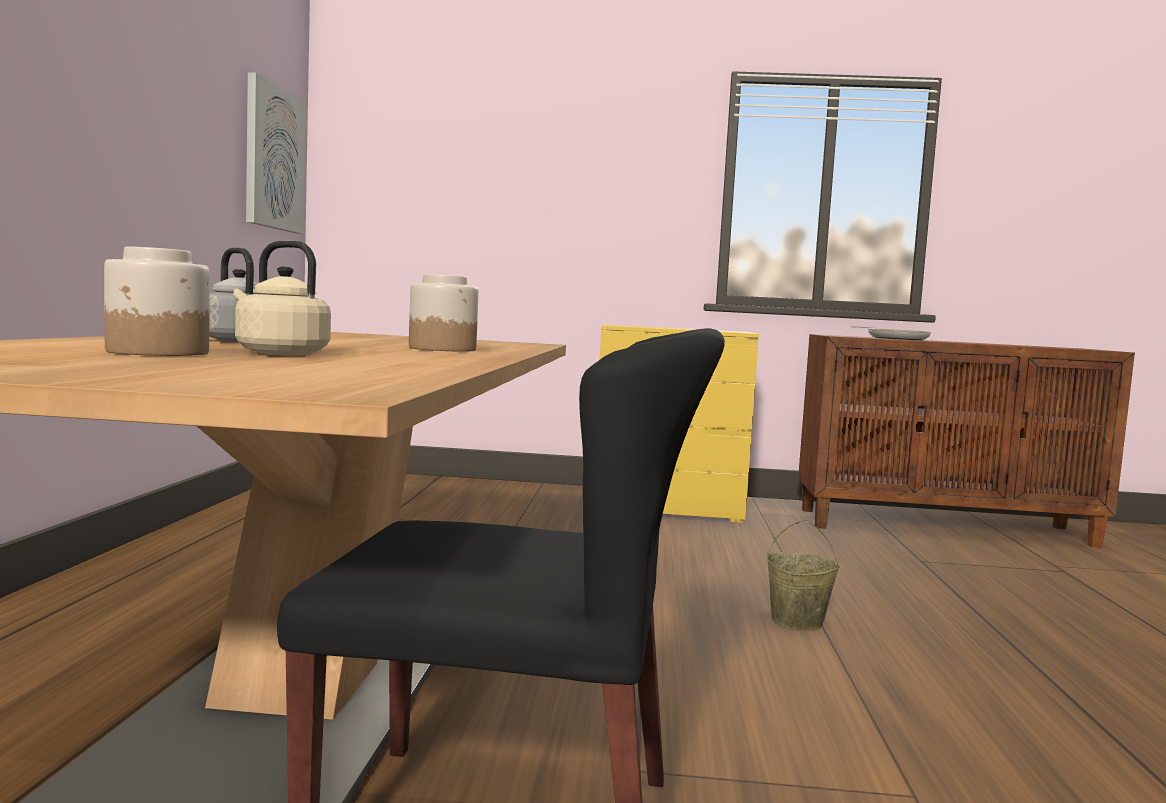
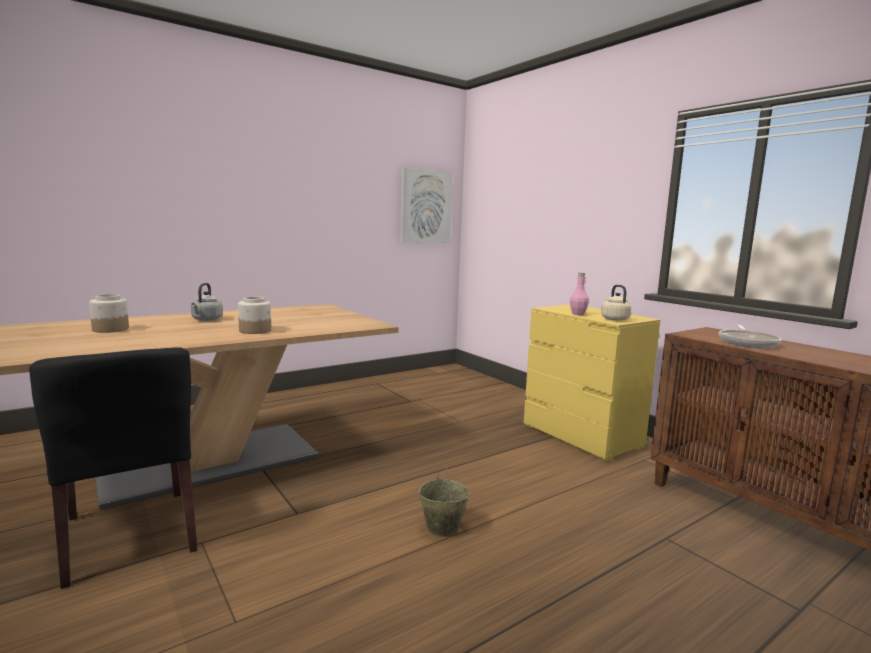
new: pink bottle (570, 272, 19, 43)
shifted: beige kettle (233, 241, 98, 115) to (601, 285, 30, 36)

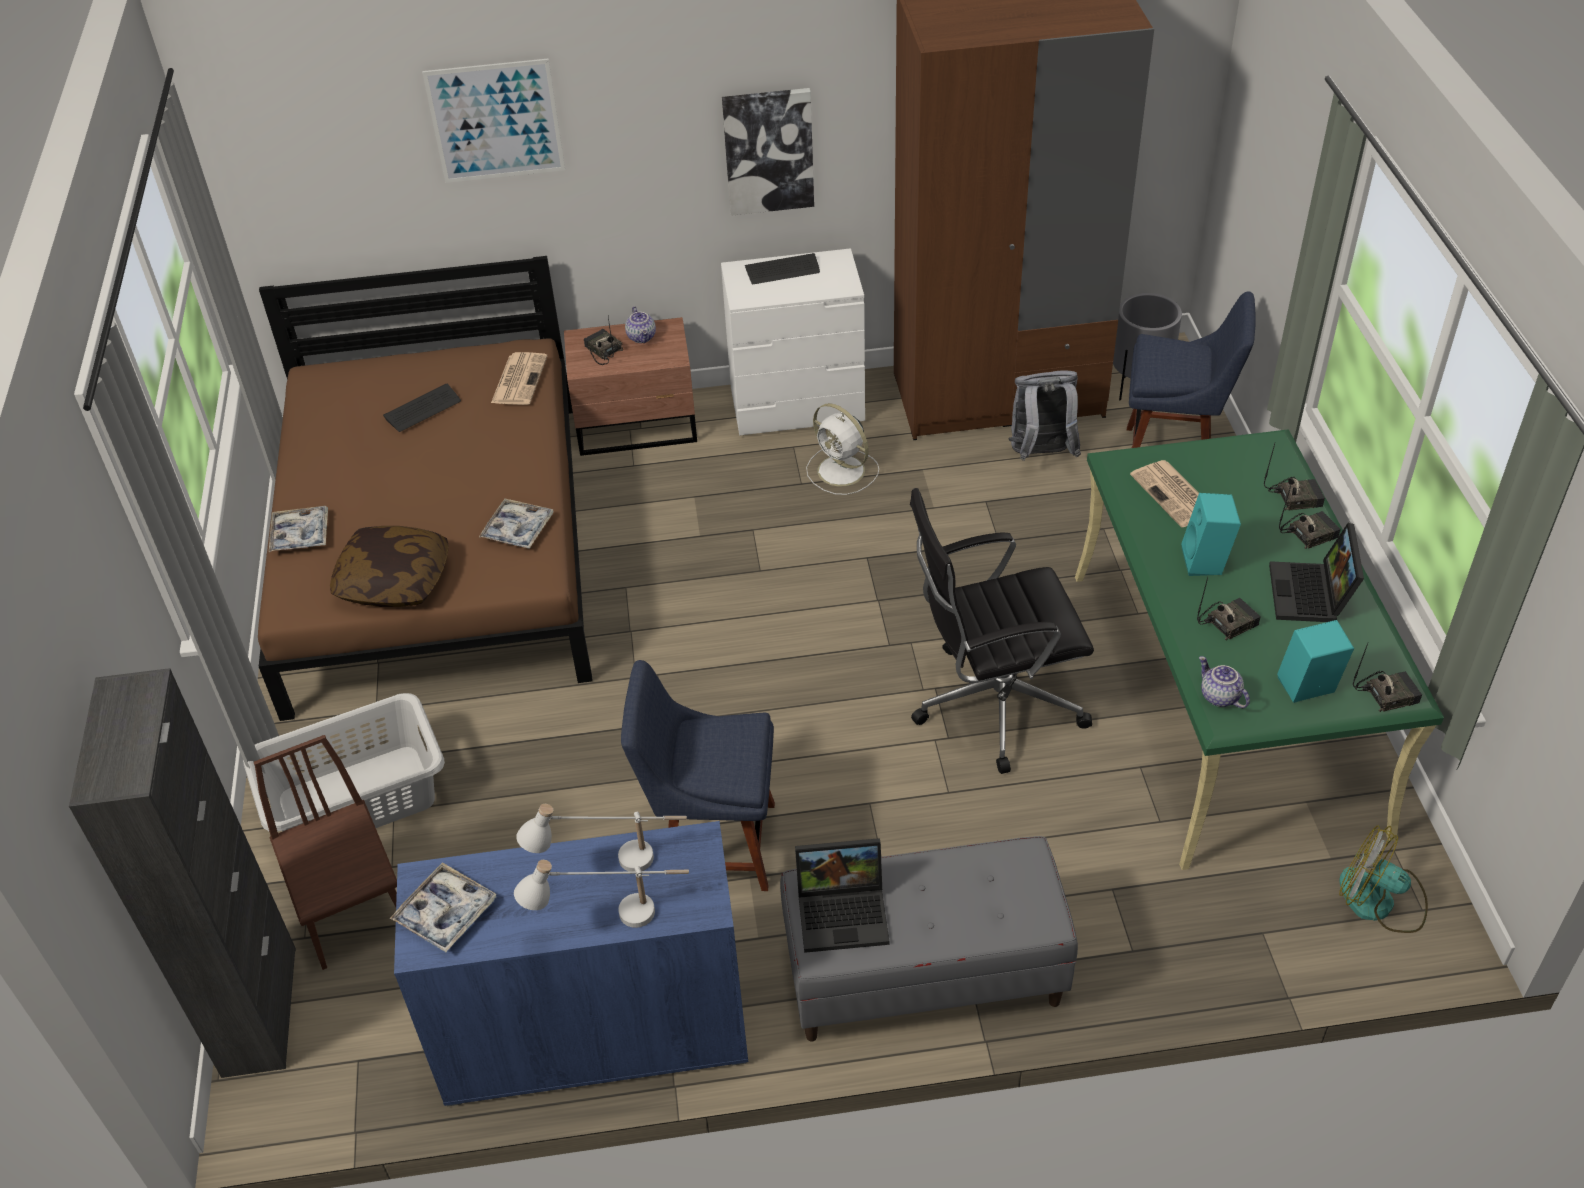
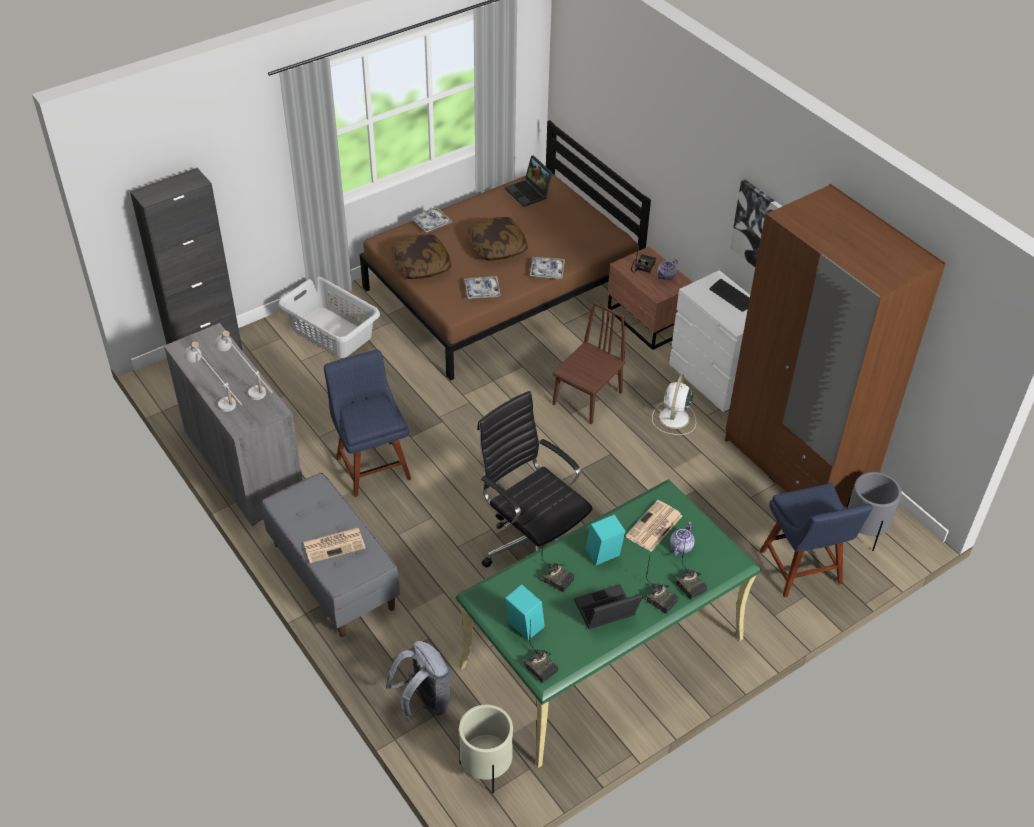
gone: keyboard (383, 384, 78, 48); picture (422, 58, 143, 125)
new: pillow (468, 217, 60, 44)
shifted: newspaper (491, 352, 56, 53) to (303, 528, 62, 35); grey backpack (1008, 371, 73, 90) to (386, 641, 65, 81); laptop (795, 838, 94, 115) to (505, 155, 48, 52); tray (390, 862, 106, 90) to (530, 257, 35, 22); brown chair (254, 735, 143, 235) to (552, 302, 74, 122); teapot (1199, 656, 51, 52) to (670, 522, 25, 34)
swapped: fan (1339, 825, 89, 108) to beige planter (459, 704, 54, 89)
repainted: blue cabinet (394, 821, 354, 285) to grey cabinet (164, 323, 139, 203)

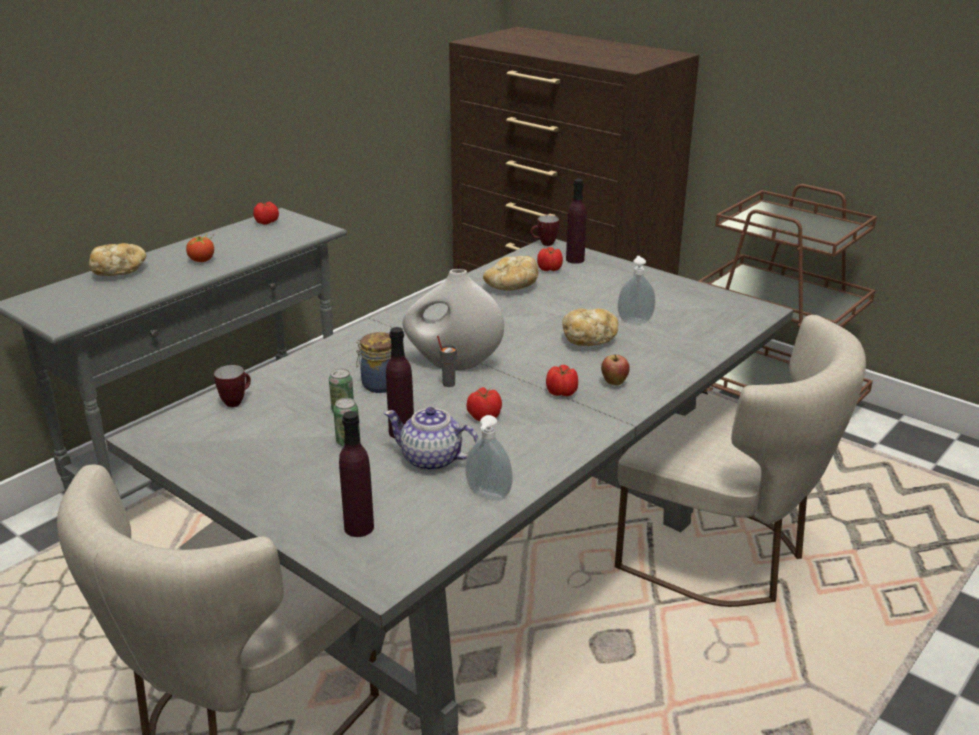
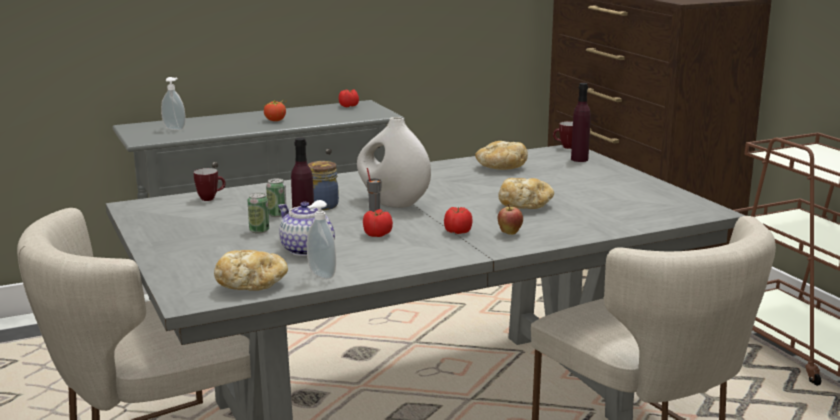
gone: purple bottle (339, 411, 35, 126); tomato (537, 247, 26, 24)
shifted: soap dispenser (618, 256, 37, 68) to (161, 77, 25, 53); bread (89, 243, 57, 33) to (214, 250, 74, 41)

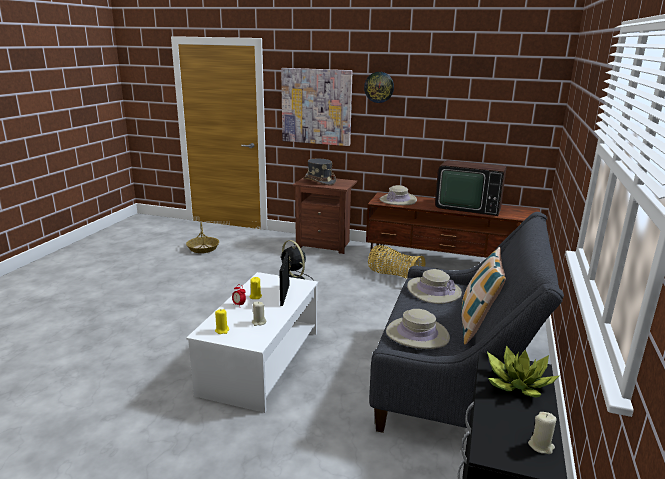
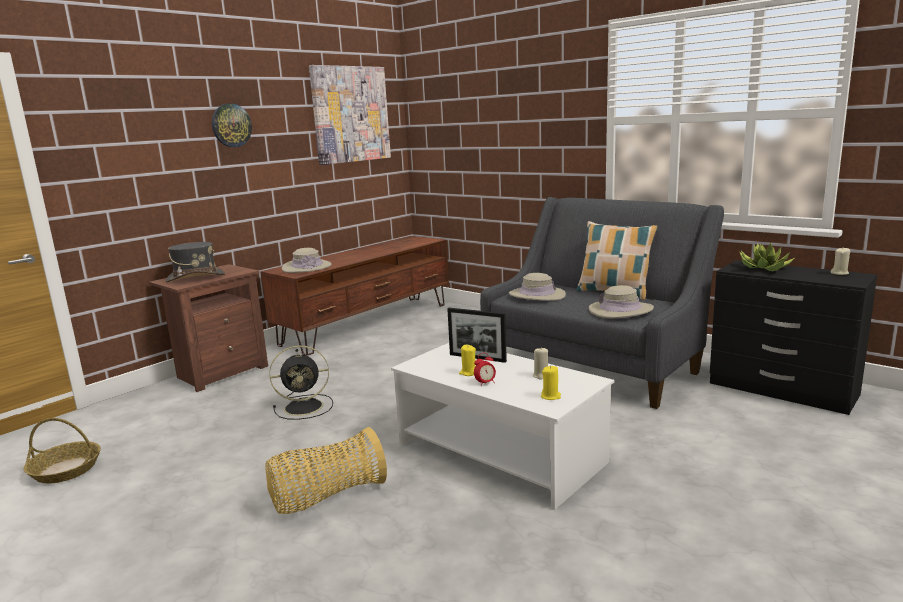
gone: television (435, 160, 72, 56)
shifted: basket (368, 245, 57, 34) to (265, 427, 122, 87); picture (281, 68, 71, 78) to (309, 65, 82, 100)

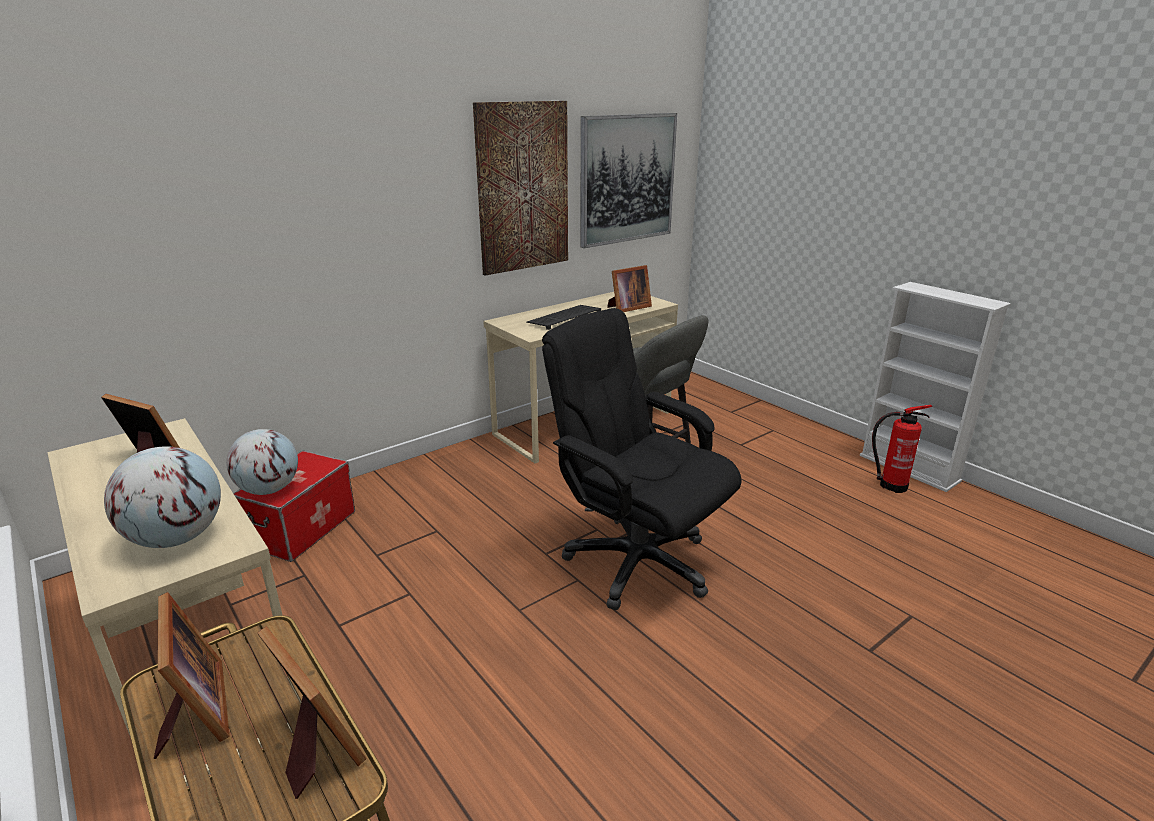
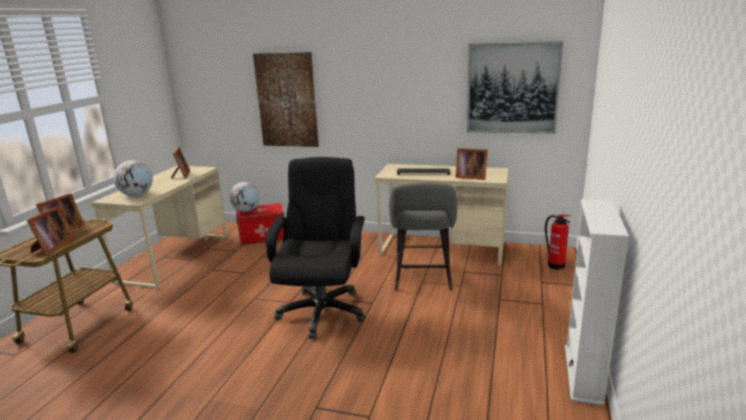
shifted: picture (473, 101, 95, 175) to (253, 52, 66, 95); fire extinguisher (872, 405, 60, 88) to (545, 215, 26, 55)

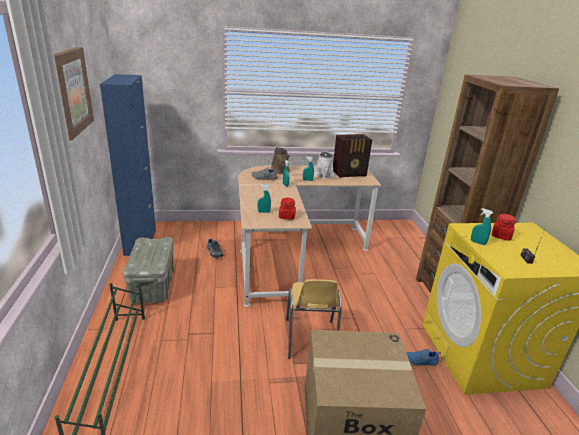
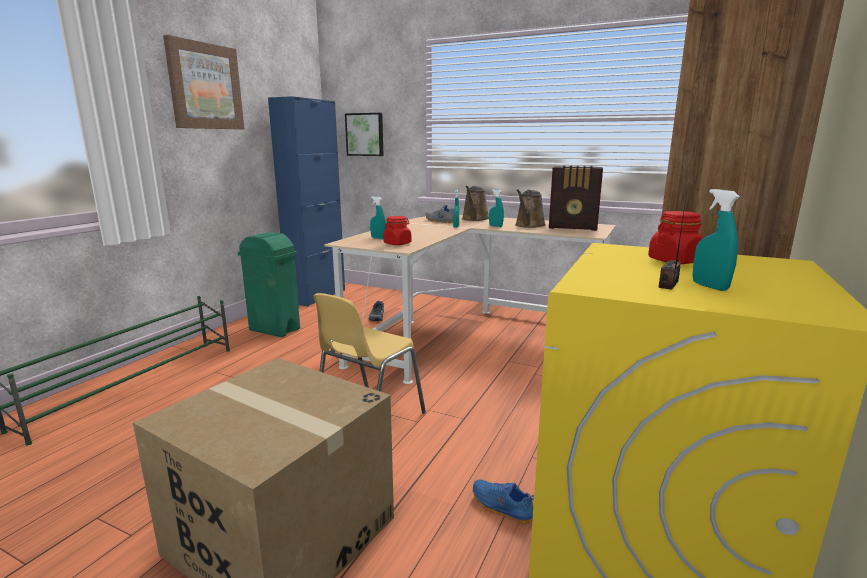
new: picture (345, 113, 39, 43)
shifted: turquoise spray bottle (471, 208, 22, 37) to (693, 189, 47, 102)
swapped: grey storage box (123, 237, 51, 68) to green trash can (238, 232, 62, 105)
repainted: white watering can (314, 151, 20, 28) to brown watering can (515, 189, 31, 39)

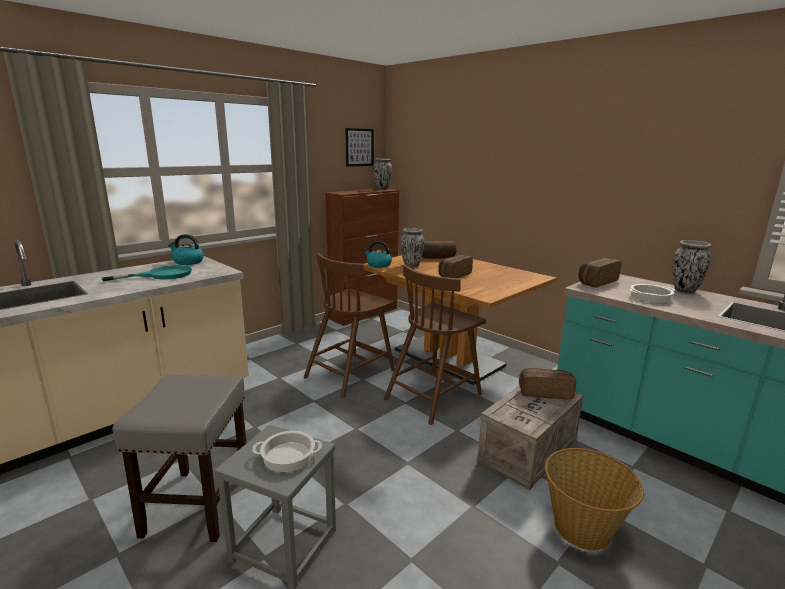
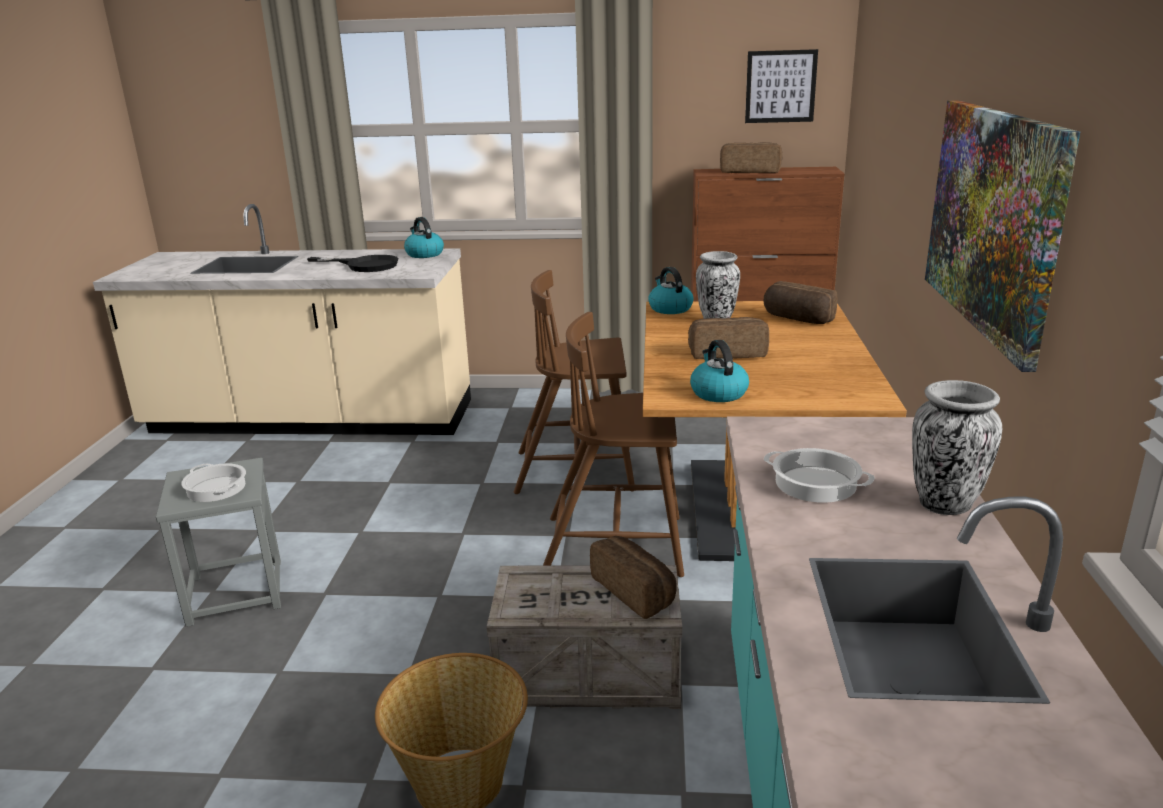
gone: grey stool (113, 374, 134, 168); vase (373, 158, 19, 32)
new: kettle (690, 340, 59, 62); picture (925, 100, 155, 272)
shifted: bread (579, 258, 43, 29) to (720, 142, 63, 31)
repainted: turquoise frying pan (101, 265, 91, 16) to black frying pan (307, 255, 91, 17)

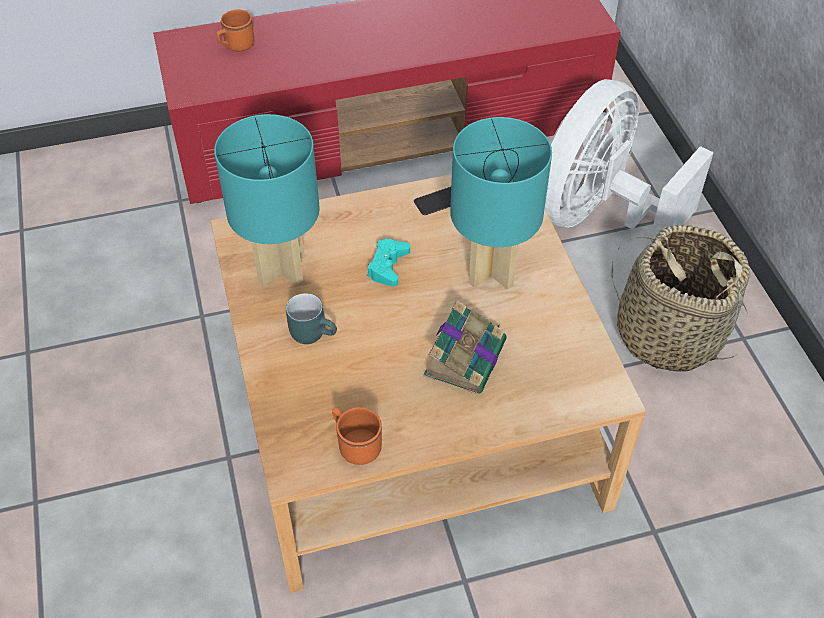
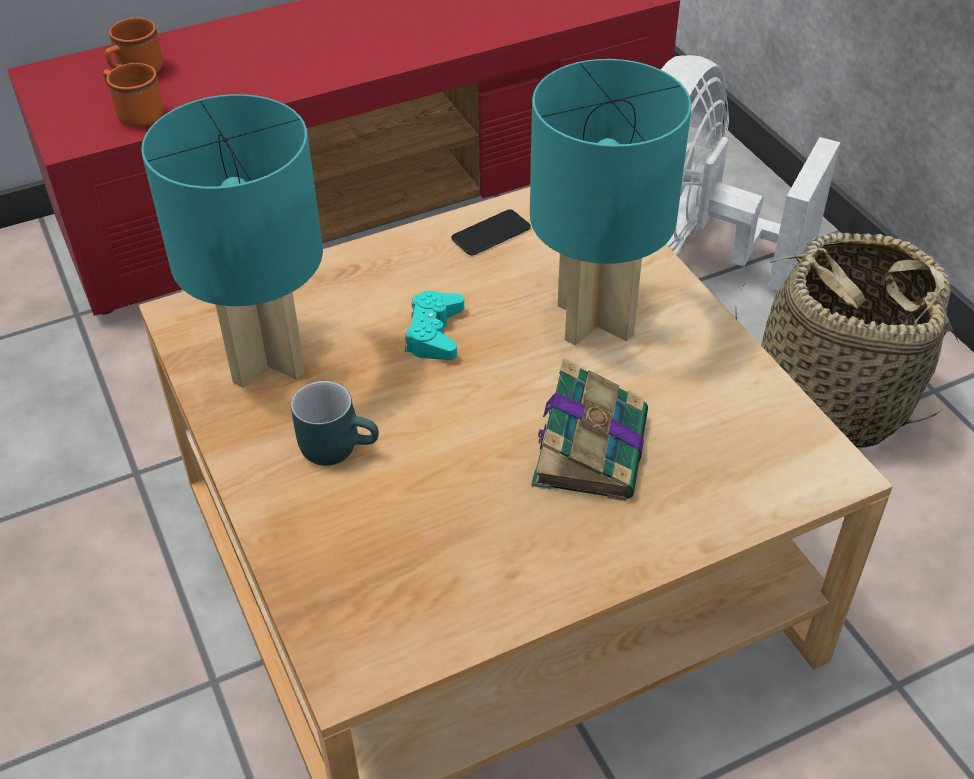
shifted: orange mug (332, 407, 50, 58) to (103, 63, 61, 64)

